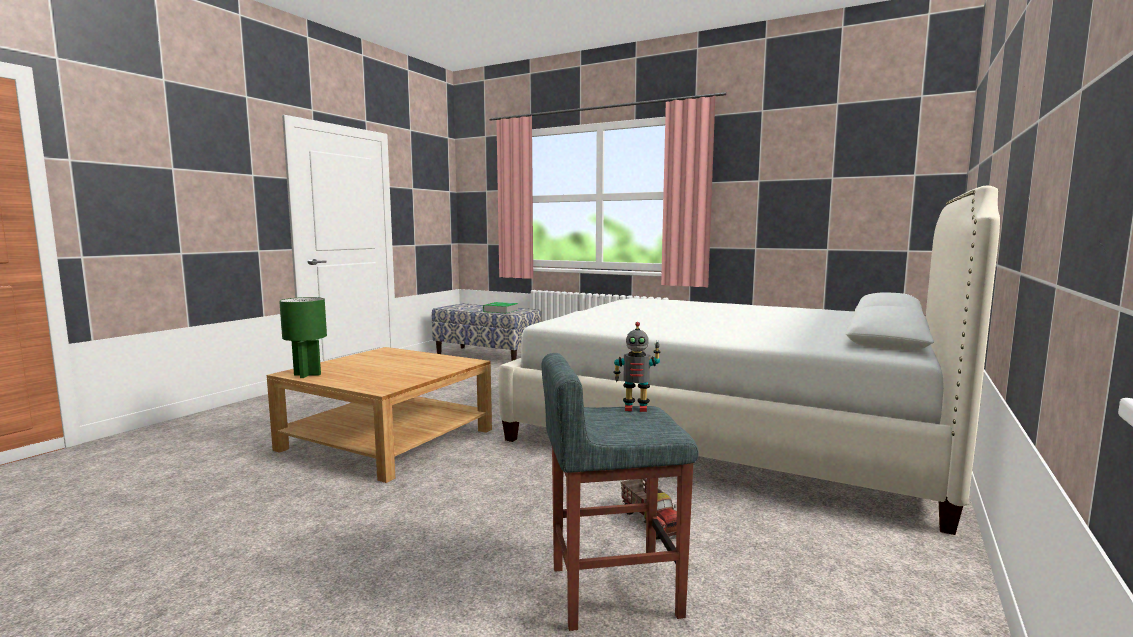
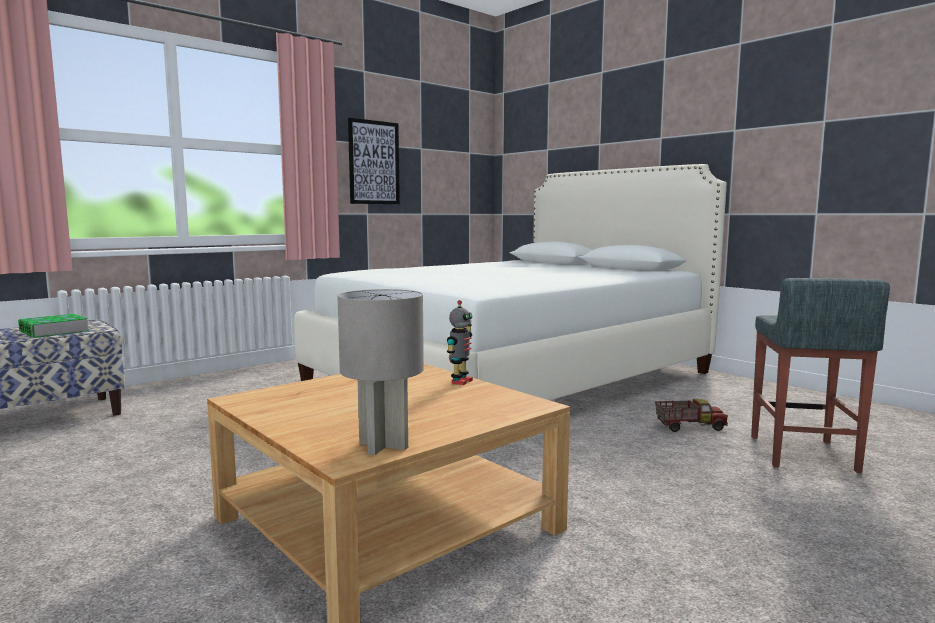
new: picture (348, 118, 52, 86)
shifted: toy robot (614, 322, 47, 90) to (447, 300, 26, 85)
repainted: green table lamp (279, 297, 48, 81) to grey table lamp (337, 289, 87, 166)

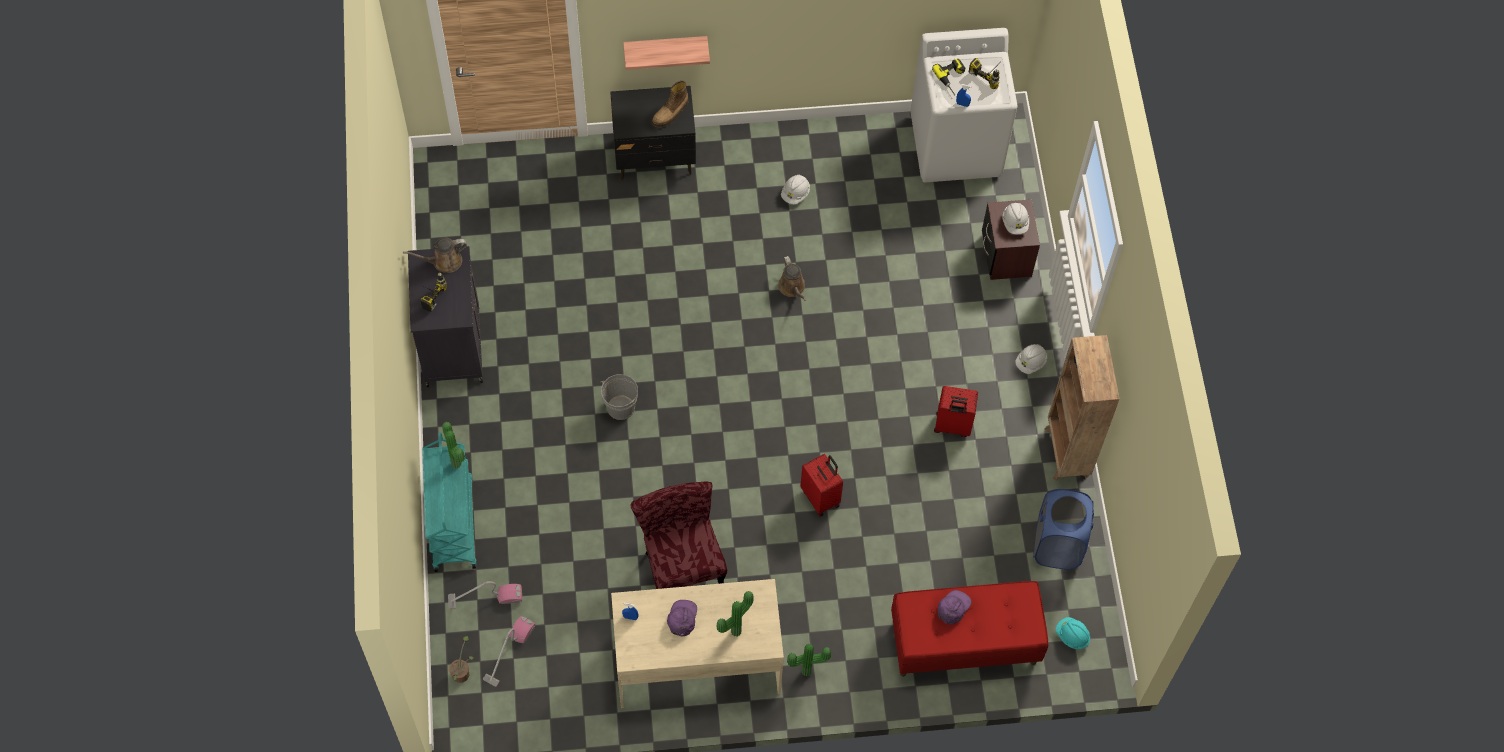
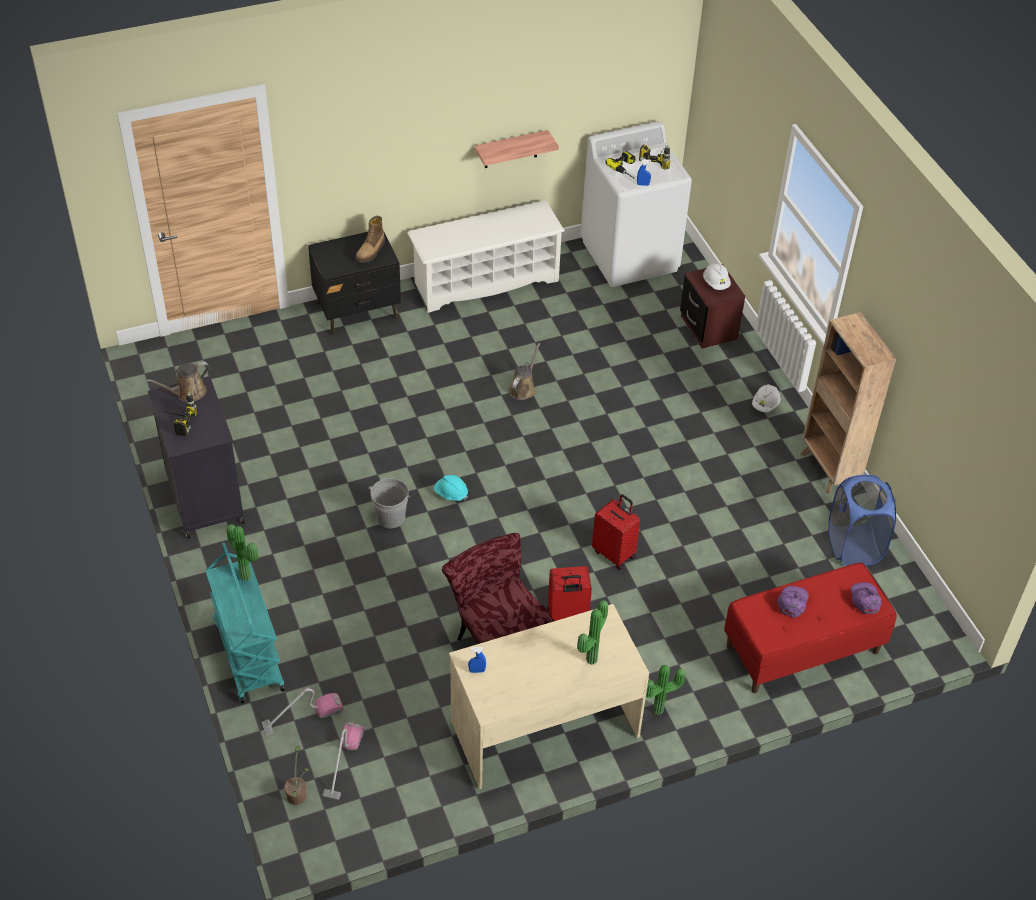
gone: white hard hat (781, 175, 29, 29)
new: white shoe rack (407, 200, 158, 113)
shifted: turquoise hard hat (1056, 617, 34, 32) to (434, 475, 34, 26); shelf (623, 36, 87, 34) to (474, 130, 85, 38); red suitcase (934, 386, 44, 51) to (547, 566, 45, 55); purple cap (667, 600, 30, 37) to (851, 582, 31, 32)
rotated: brown watering can (778, 256, 28, 45) = (509, 343, 31, 57) 120 degrees counterclockwise

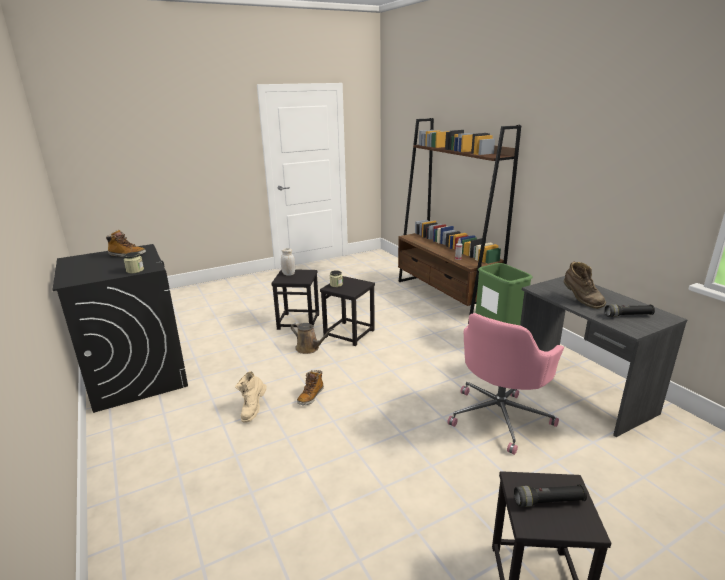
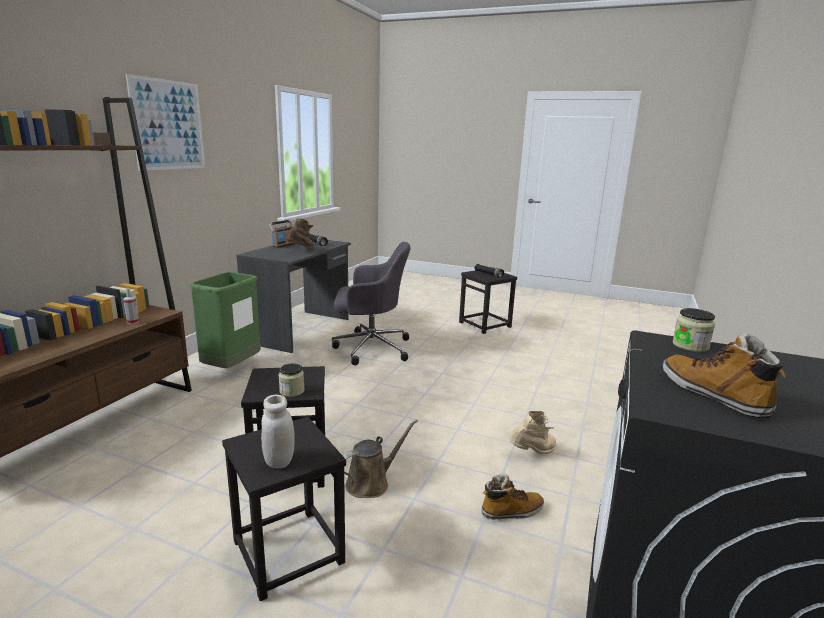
new: picture (126, 74, 79, 97); radio (269, 220, 26, 28)
shifted: boot (297, 370, 27, 36) to (482, 474, 62, 46)
repainted: pink office chair (447, 313, 117, 142) to grey office chair (332, 242, 79, 123)
rotated: brown watering can (291, 322, 43, 32) = (342, 420, 76, 78) 60 degrees clockwise

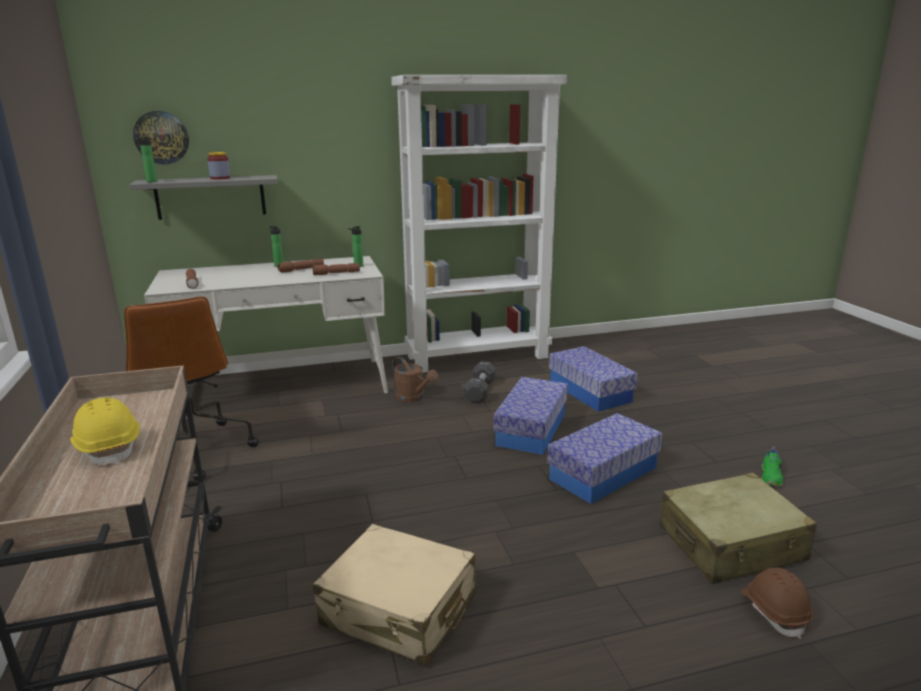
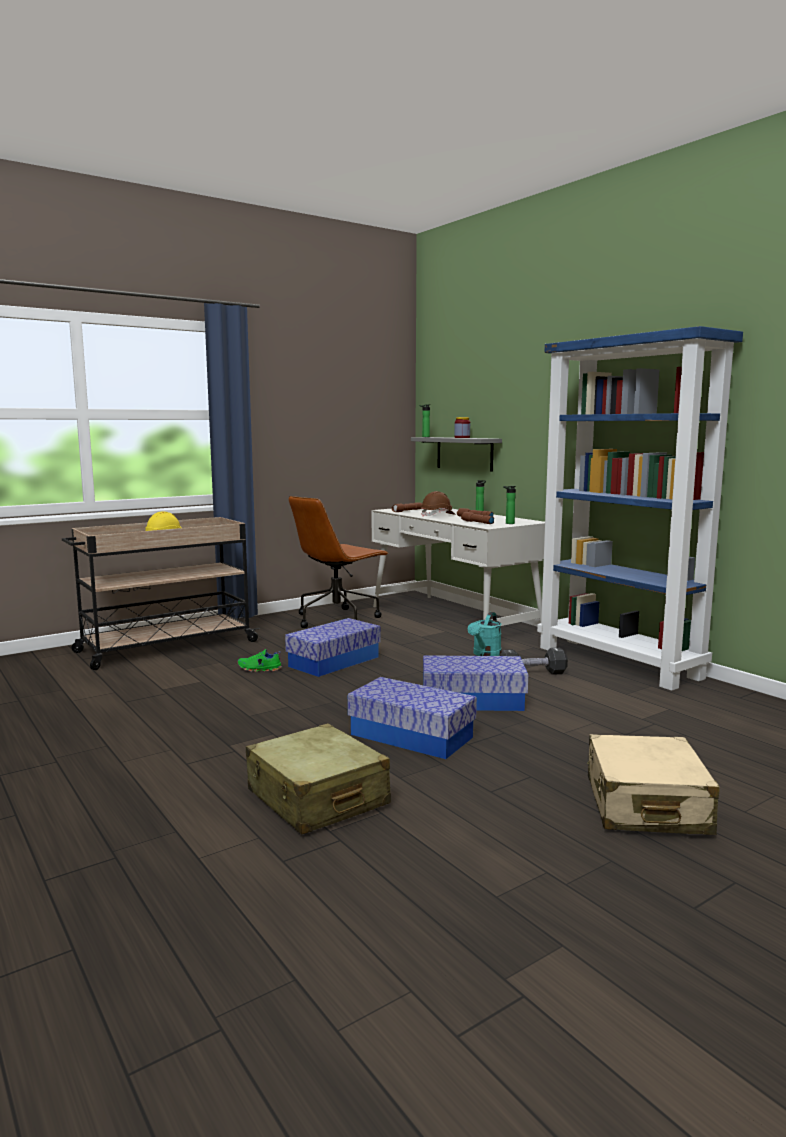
gone: wall clock (133, 111, 56, 53)
shifted: green shoe (761, 446, 22, 41) to (238, 649, 44, 23); storage box (549, 346, 89, 66) to (285, 618, 96, 59); brown hard hat (741, 568, 72, 71) to (421, 491, 35, 26); beige suitcase (313, 524, 163, 142) to (587, 734, 133, 101)
repainted: brown watering can (393, 356, 46, 47) to turquoise watering can (468, 612, 33, 44); white bookcase (391, 75, 176, 298) to blue bookcase (537, 326, 206, 365)

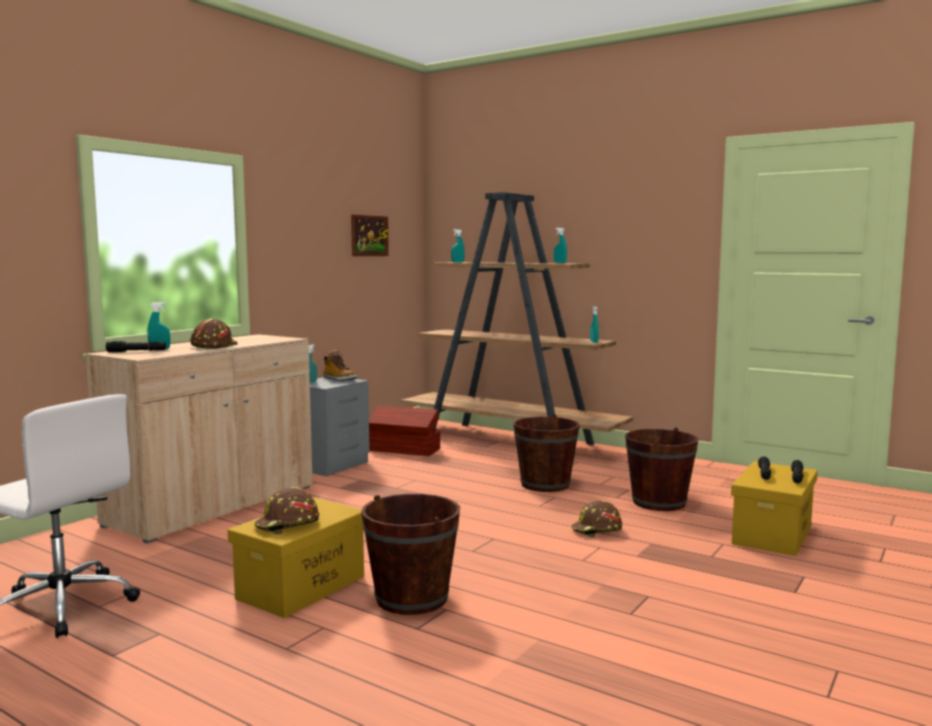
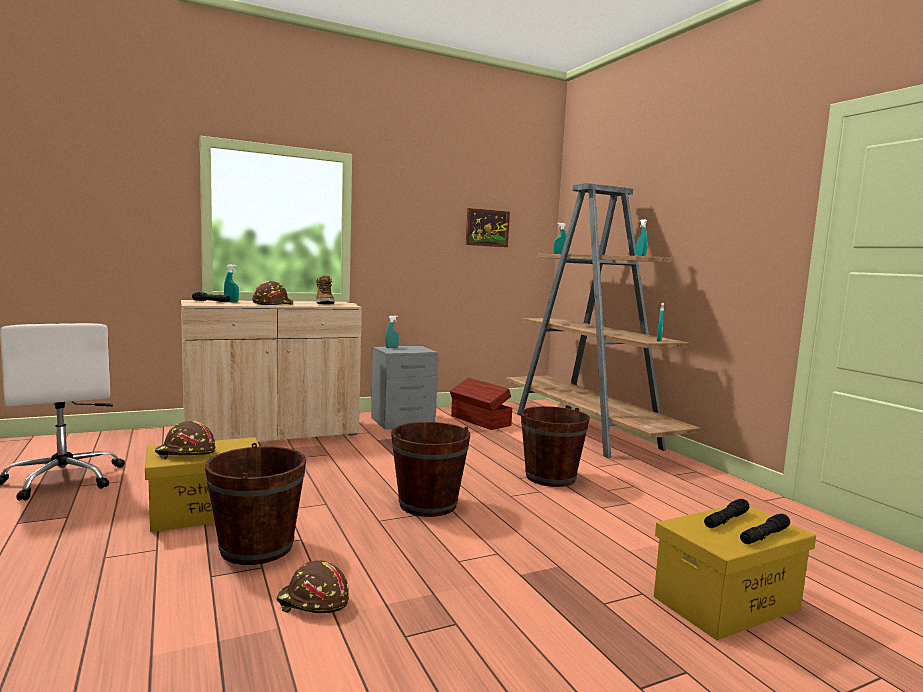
shifted: brown hard hat (571, 500, 51, 38) to (277, 560, 72, 53); boot (323, 350, 35, 31) to (316, 275, 19, 29); brown bucket (625, 427, 74, 84) to (391, 422, 79, 95)

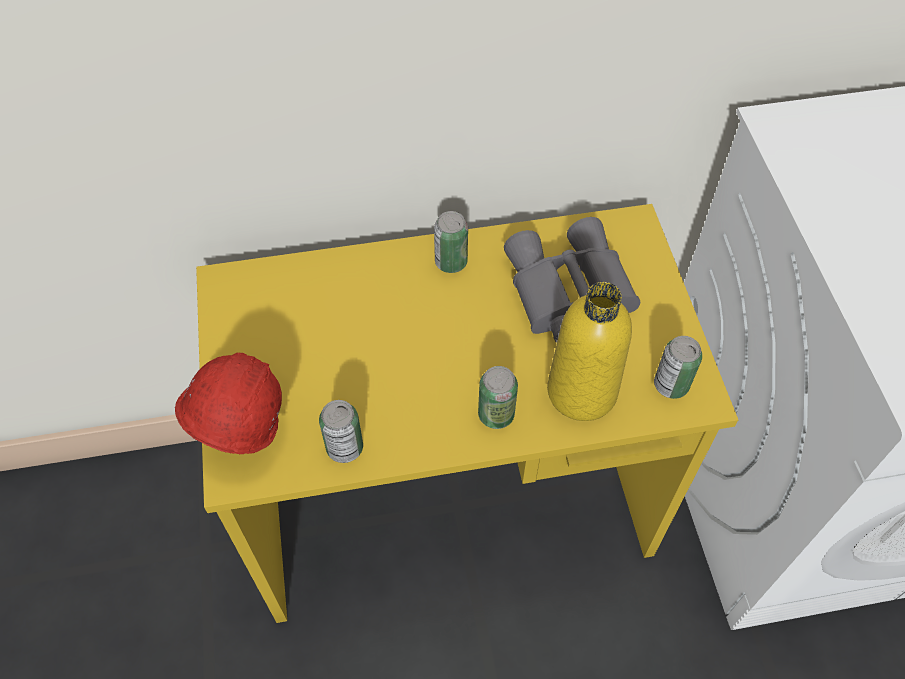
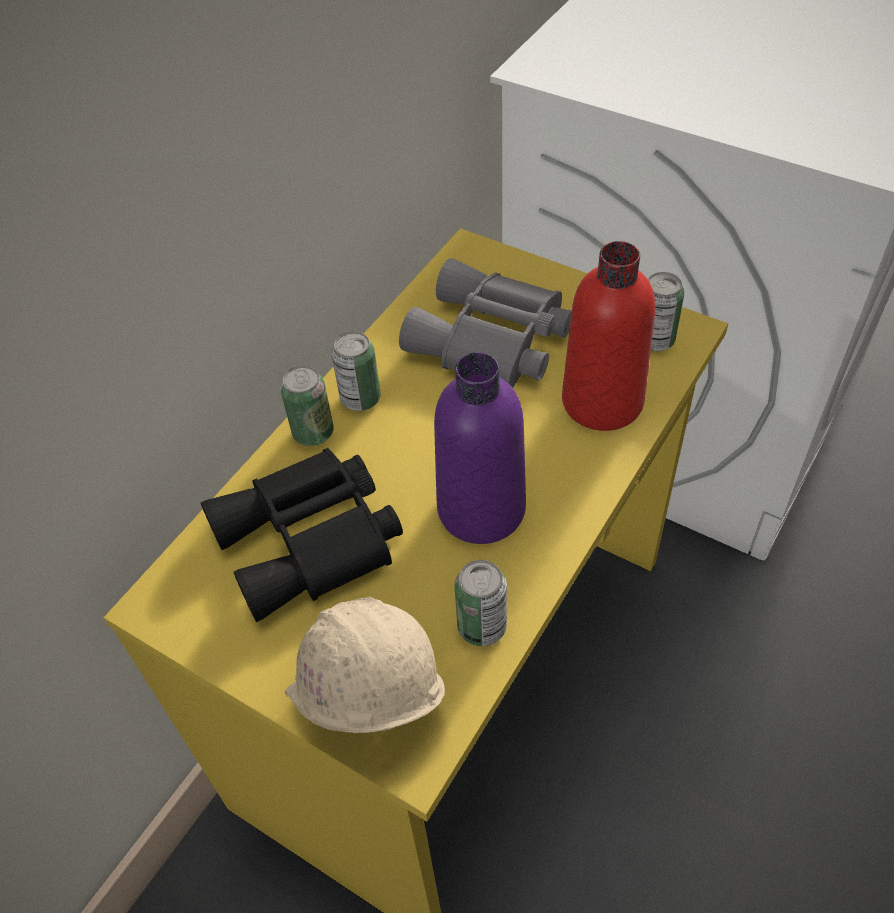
new: black binoculars (201, 448, 202, 174); purple bottle (434, 352, 92, 192)
shifted: can (478, 366, 40, 63) to (280, 365, 54, 81)
repainted: red hard hat (175, 352, 107, 102) to beige hard hat (285, 597, 160, 136); yellow bottle (547, 282, 85, 139) to red bottle (562, 241, 93, 190)

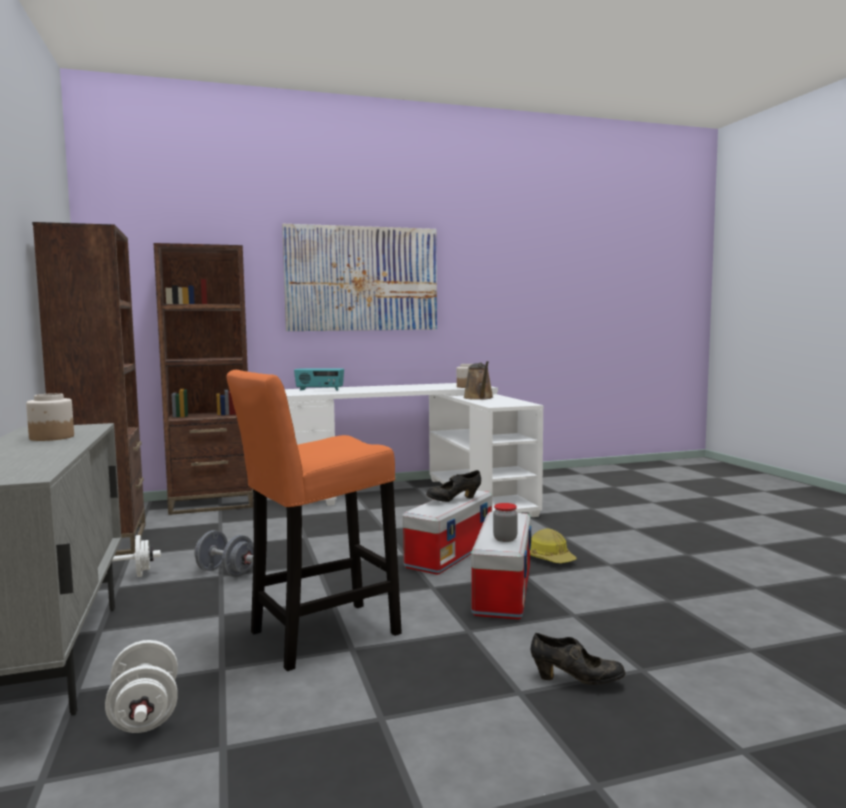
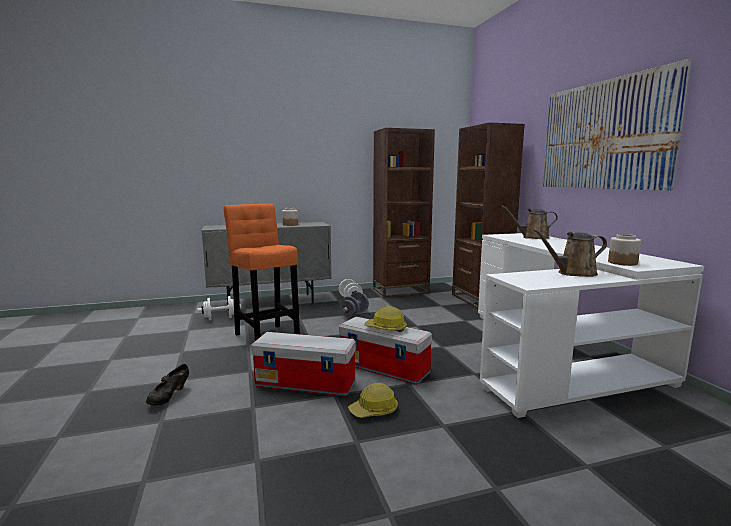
gone: jar (493, 503, 25, 39)
swapped: black shoe (426, 470, 55, 32) to hard hat (364, 306, 43, 26); radio (294, 369, 50, 22) to brown watering can (501, 205, 57, 34)

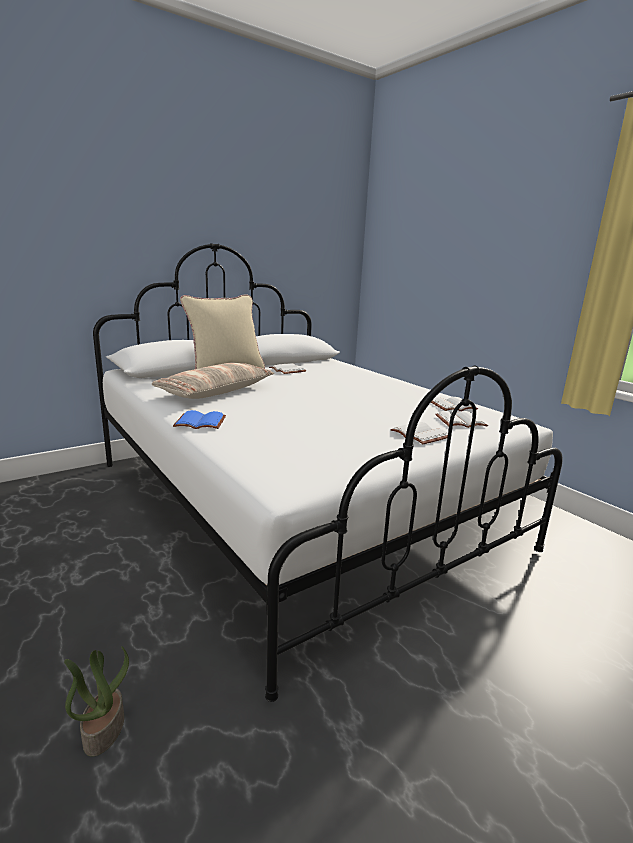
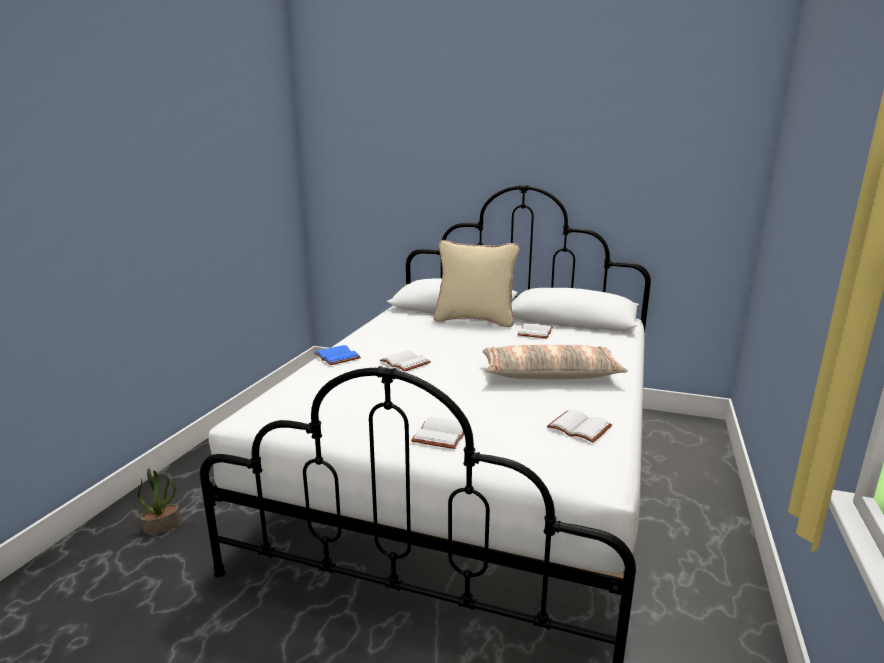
shifted: white book (435, 411, 53, 17) to (380, 350, 51, 22); pillow (152, 363, 122, 36) to (483, 345, 145, 35)

